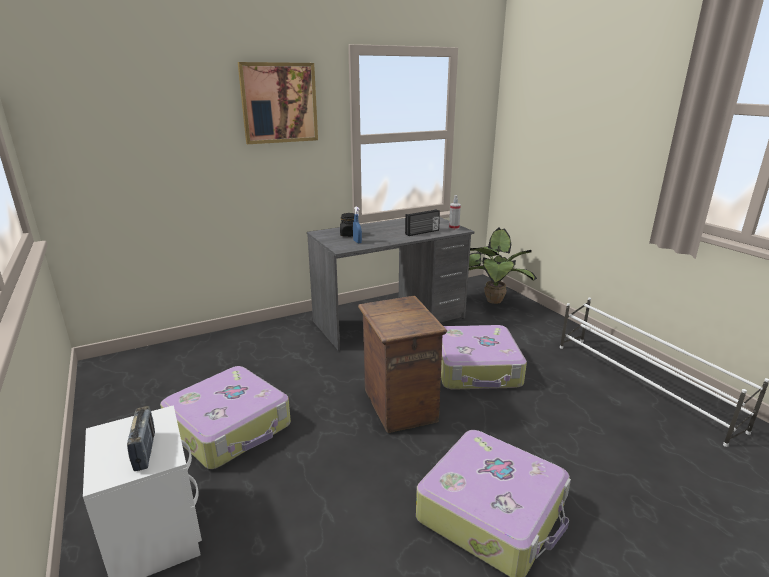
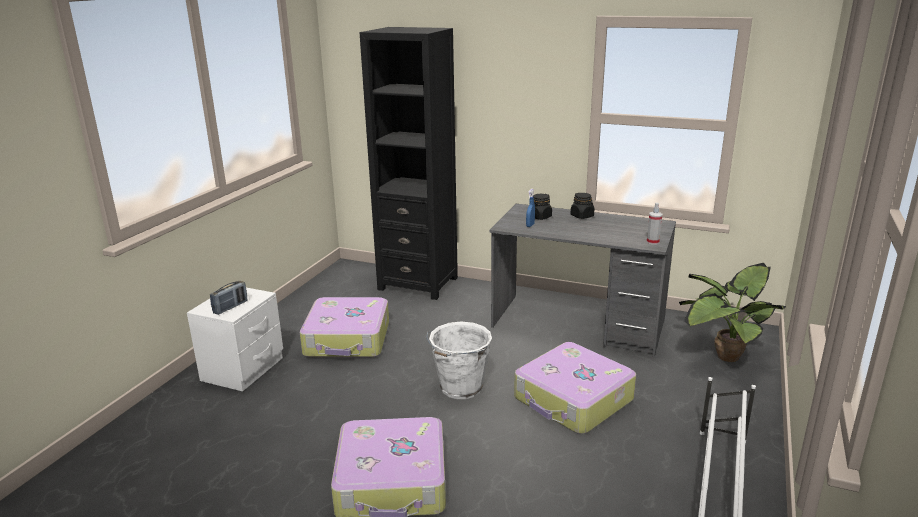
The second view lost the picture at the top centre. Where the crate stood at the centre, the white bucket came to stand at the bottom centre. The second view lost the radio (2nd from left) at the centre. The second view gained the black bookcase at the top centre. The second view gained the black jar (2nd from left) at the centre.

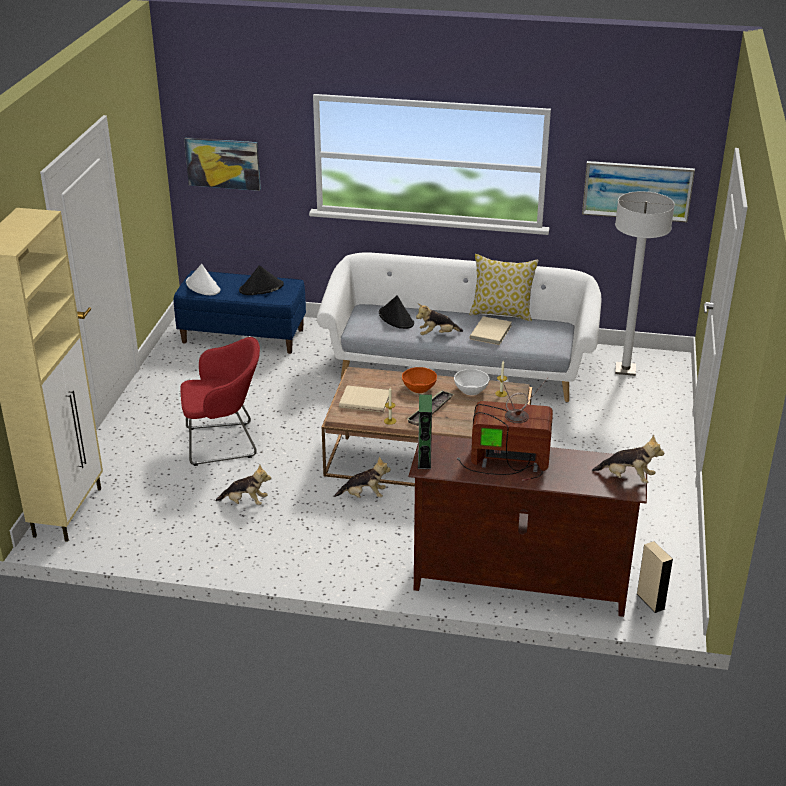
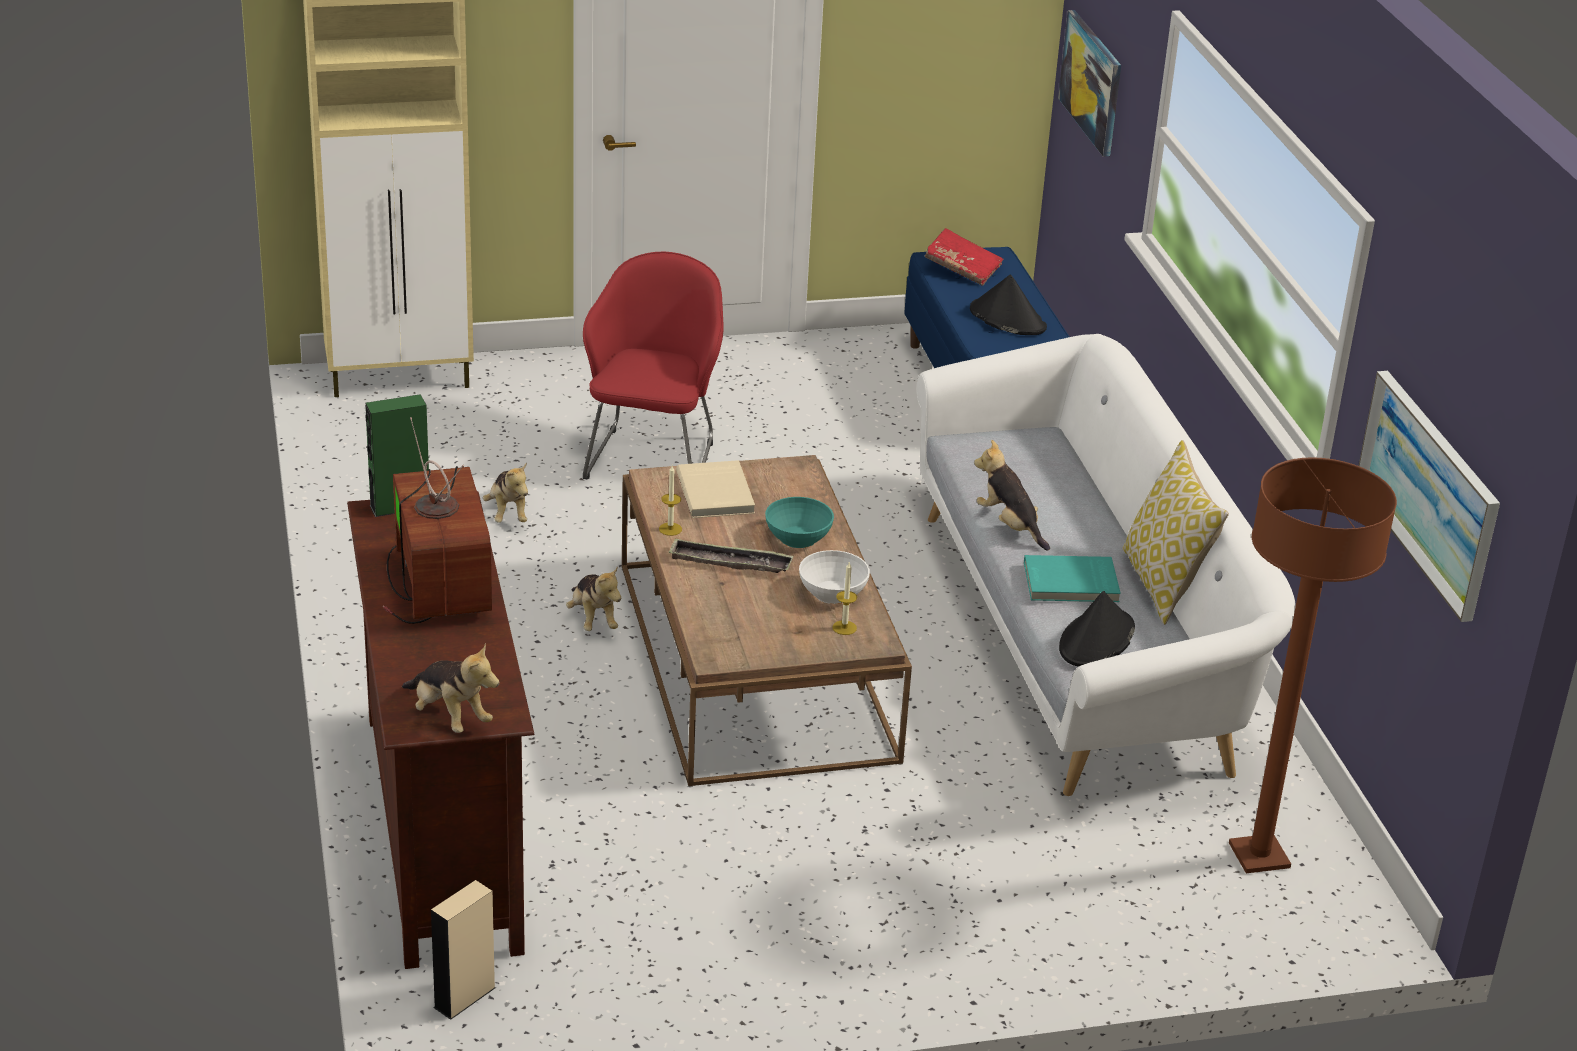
The red armchair at the middle left ended up facing another way, 135 degrees counterclockwise from before. Where the white hat stood at the middle left, the red book came to stand at the top centre. The black hat (2nd from left) ended up elsewhere, having gone from the centre to the middle right. What was the orange bowl at the centre turned into the turquoise bowl at the centre. What was the beige book (2nd from left) at the centre turned into the turquoise book at the middle right. The plush toy (4th from left in the first image) at the middle right ended up facing another way, 45 degrees counterclockwise from before. What was the white floor lamp at the middle right turned into the brown floor lamp at the middle right.

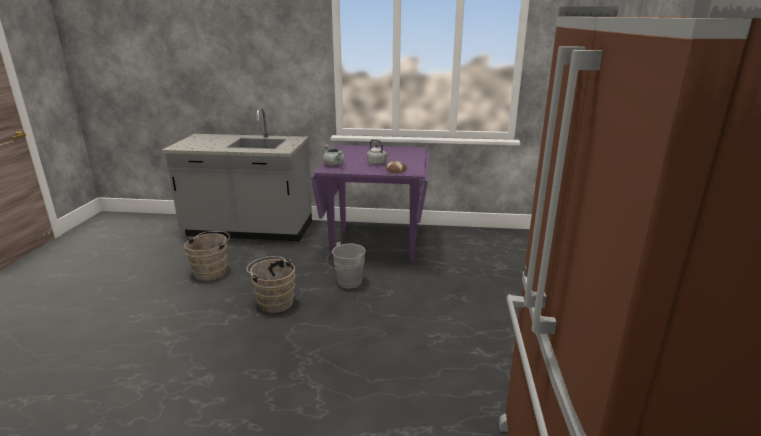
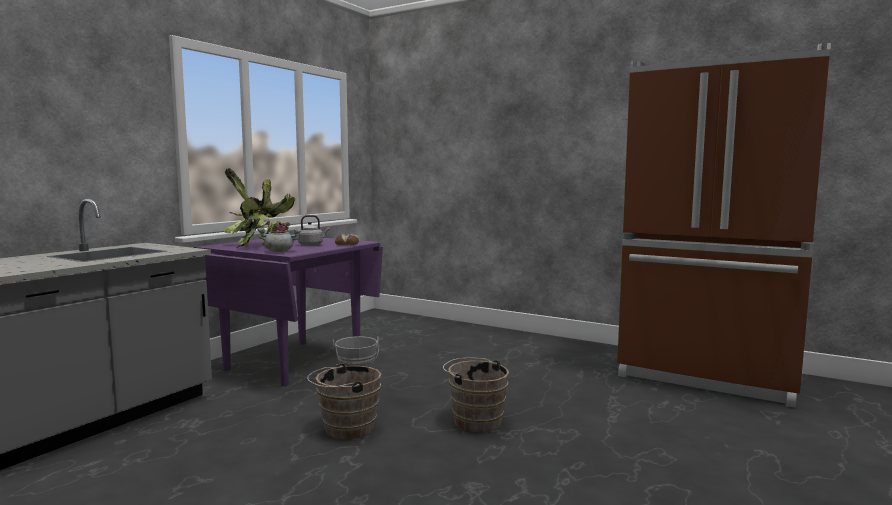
The brown bucket (1st from left in the first image) ended up elsewhere, having gone from the middle left to the bottom centre. The second view gained the potted plant at the middle left.

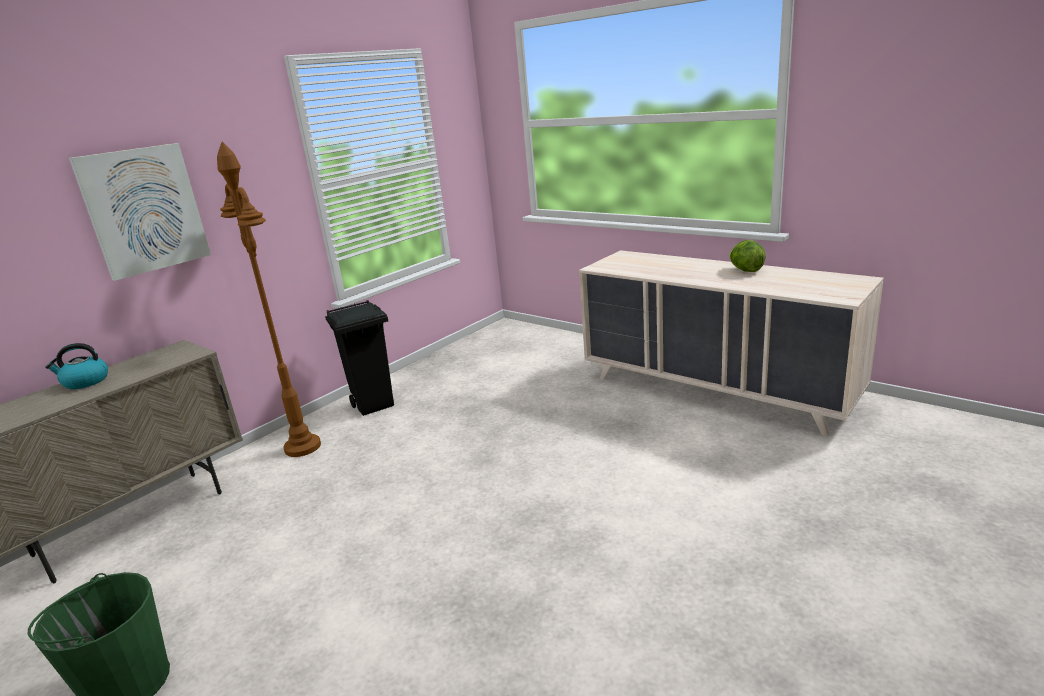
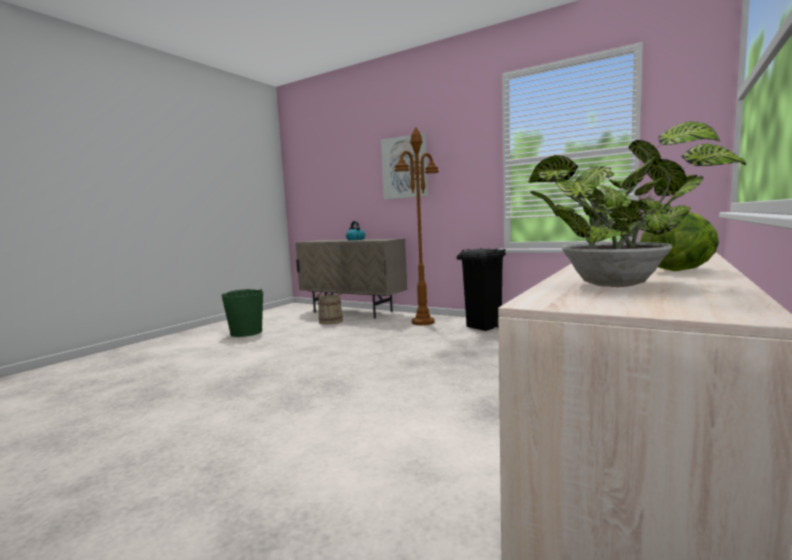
The second view gained the beige bucket at the centre. The second view gained the potted plant at the middle right.

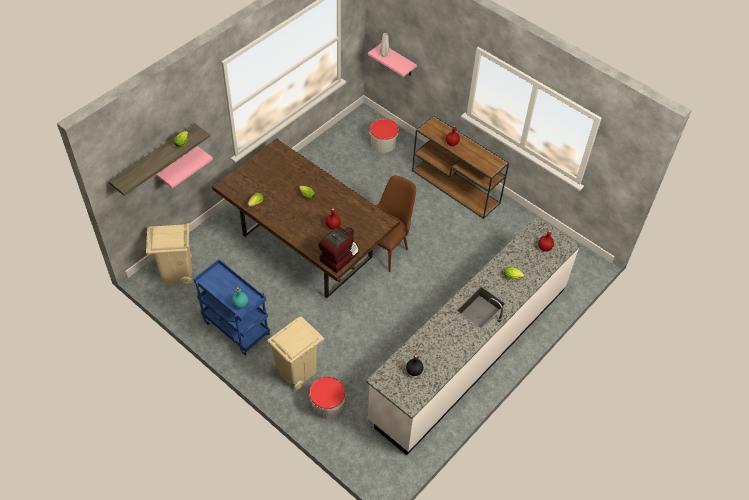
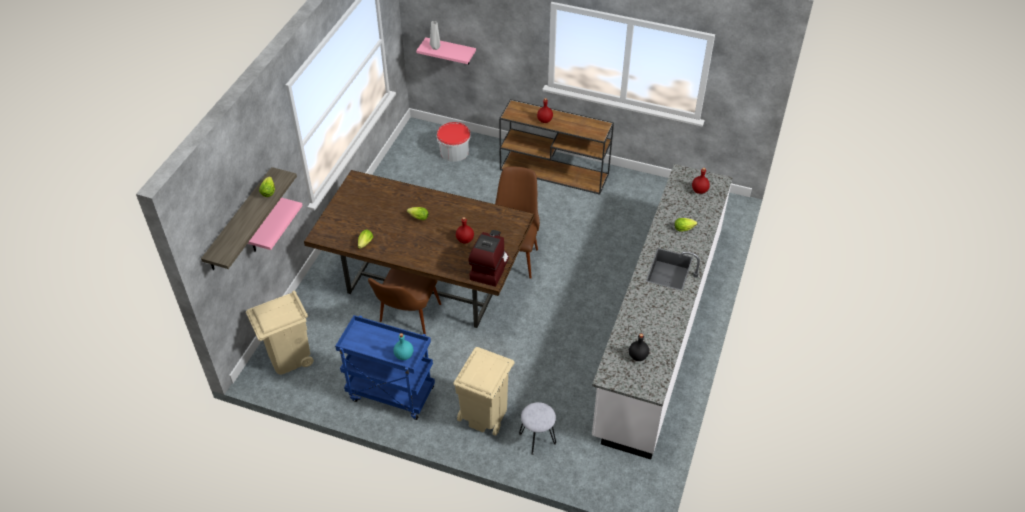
Where the bucket (1st from left) stood at the bottom centre, the grey stool came to stand at the bottom centre. The second view gained the brown chair (1st from left) at the centre.

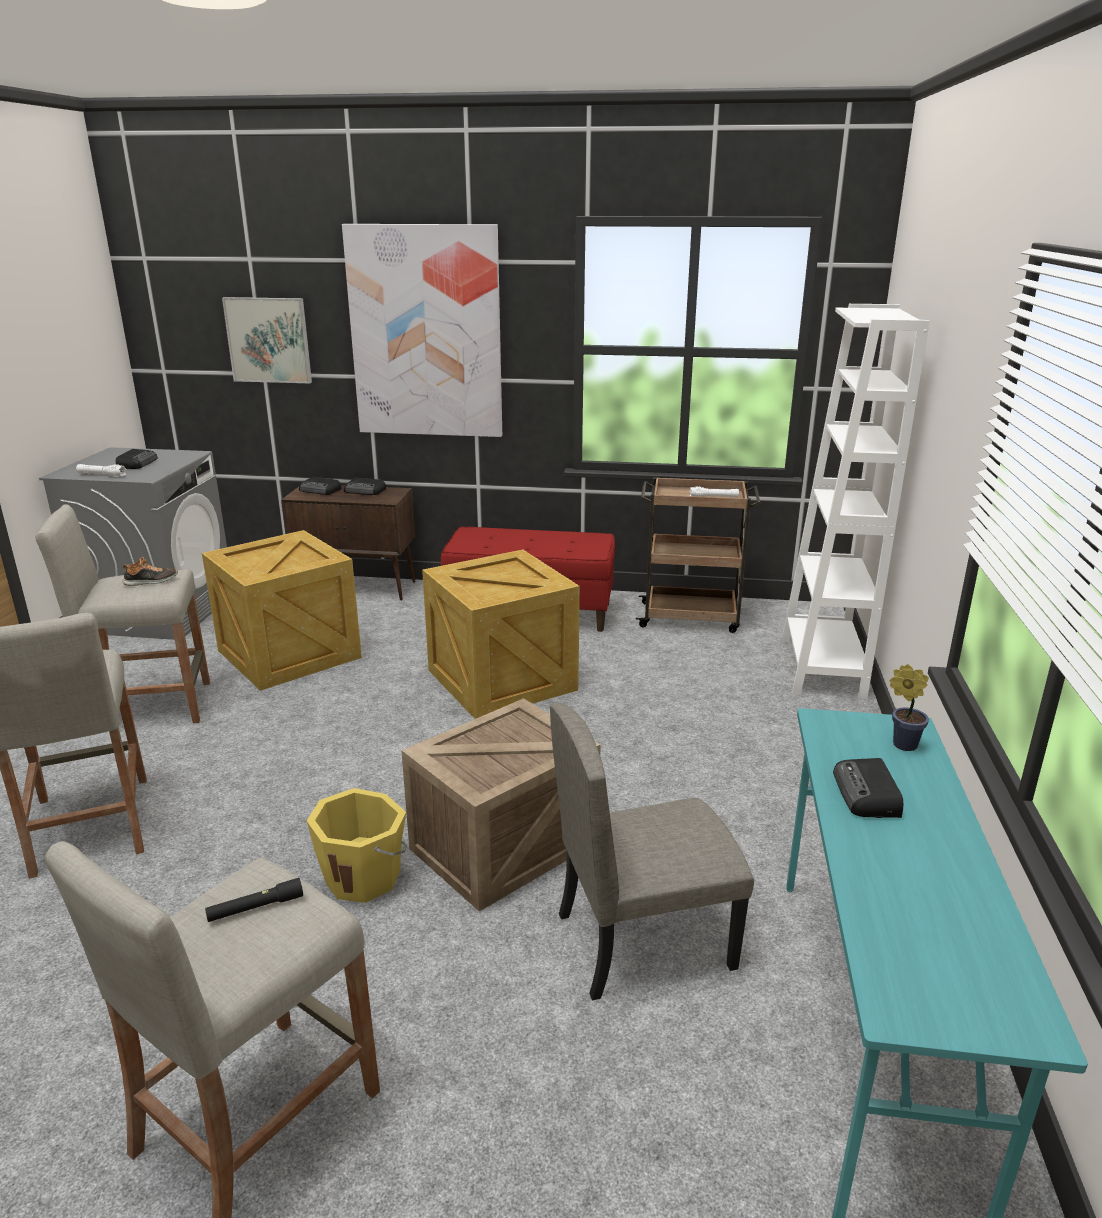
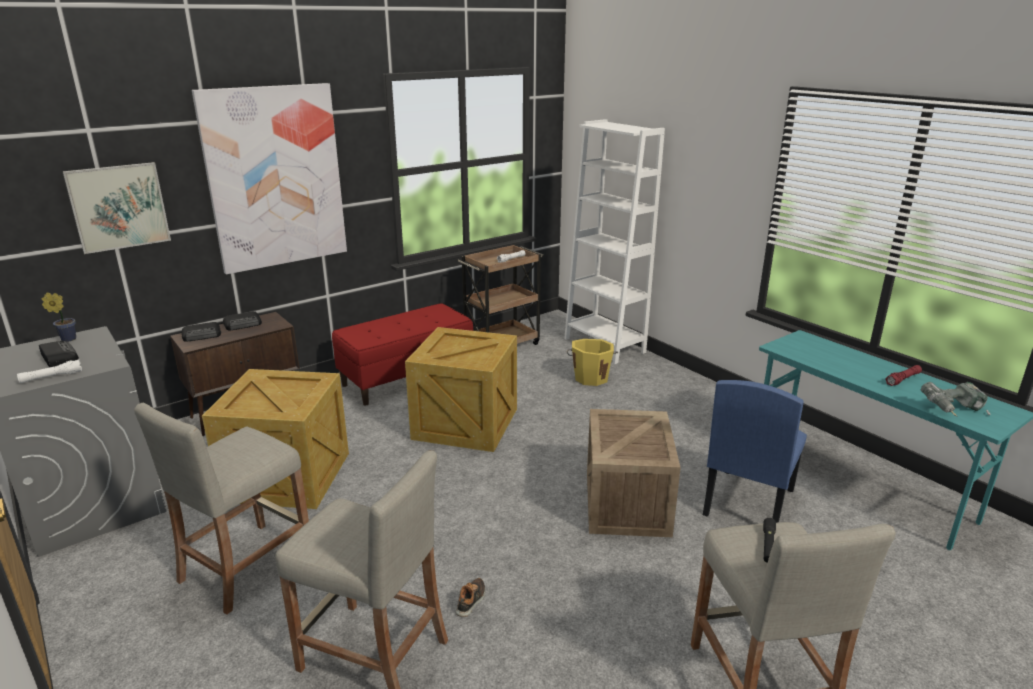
The shoe ended up elsewhere, having gone from the middle left to the bottom centre. The yellow bucket ended up elsewhere, having gone from the bottom left to the centre. What was the beige chair at the bottom centre turned into the blue chair at the middle right. The second view lost the radio (4th from left) at the middle right. The potted plant ended up elsewhere, having gone from the middle right to the middle left. The second view gained the red flashlight at the middle right. The second view gained the power drill at the middle right.

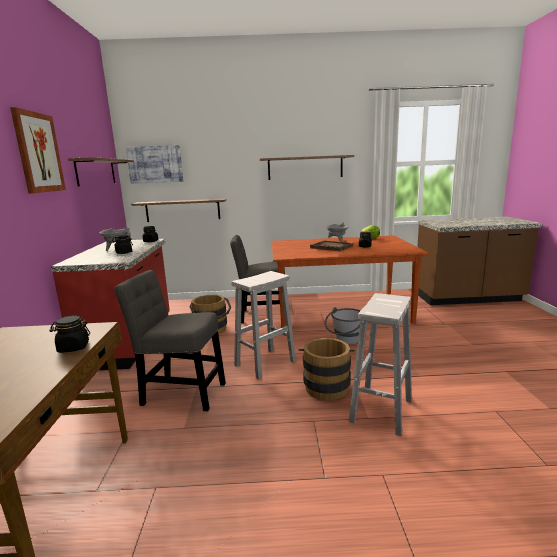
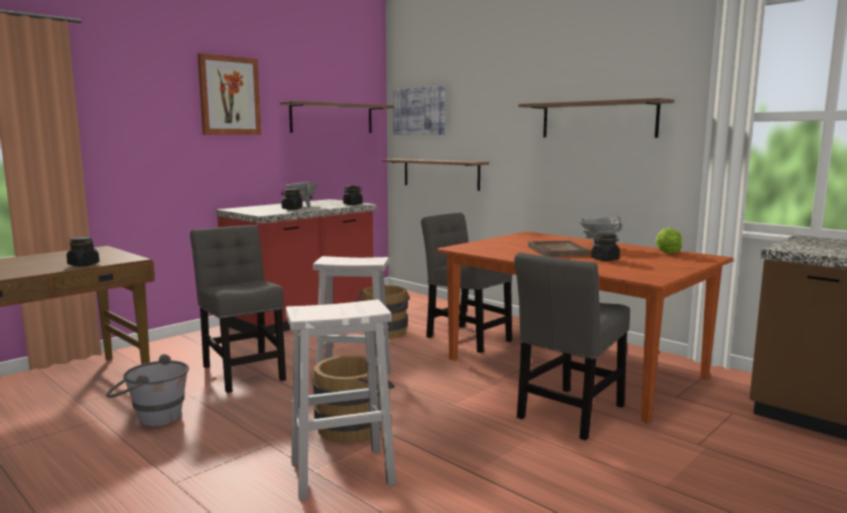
The grey bucket ended up elsewhere, having gone from the centre to the bottom left. The second view gained the grey chair (3rd from left) at the bottom right.

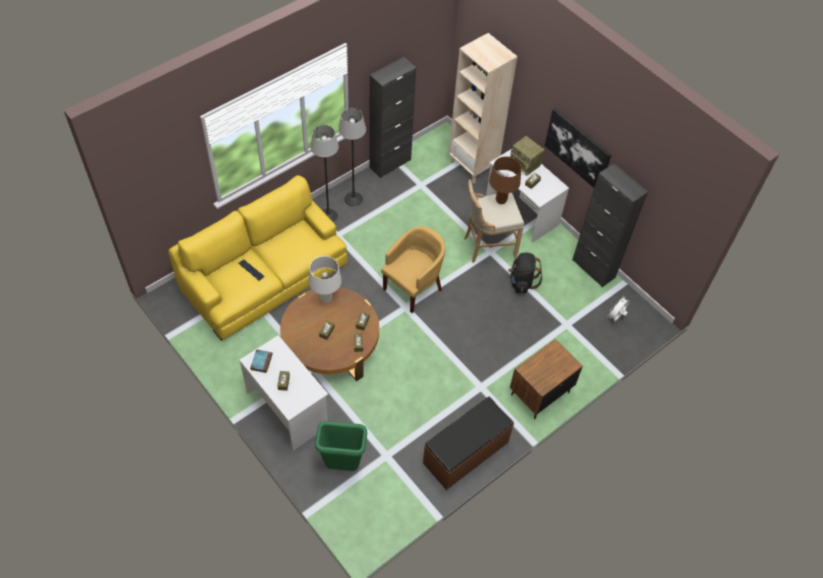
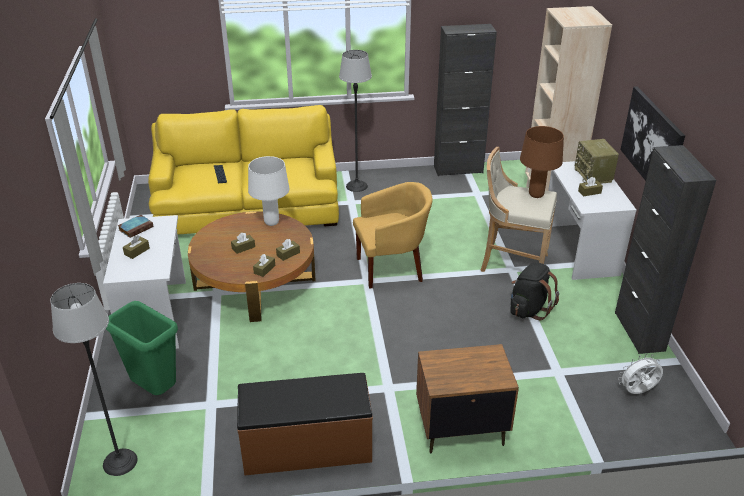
The floor lamp (2nd from left in the first image) ended up elsewhere, having gone from the top centre to the bottom left.

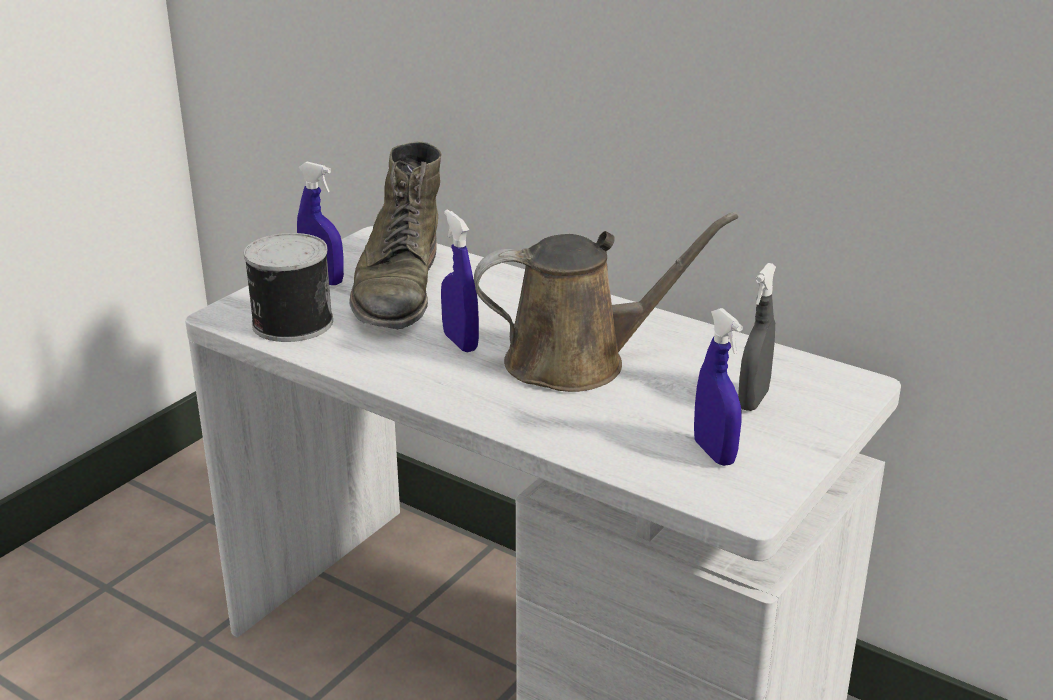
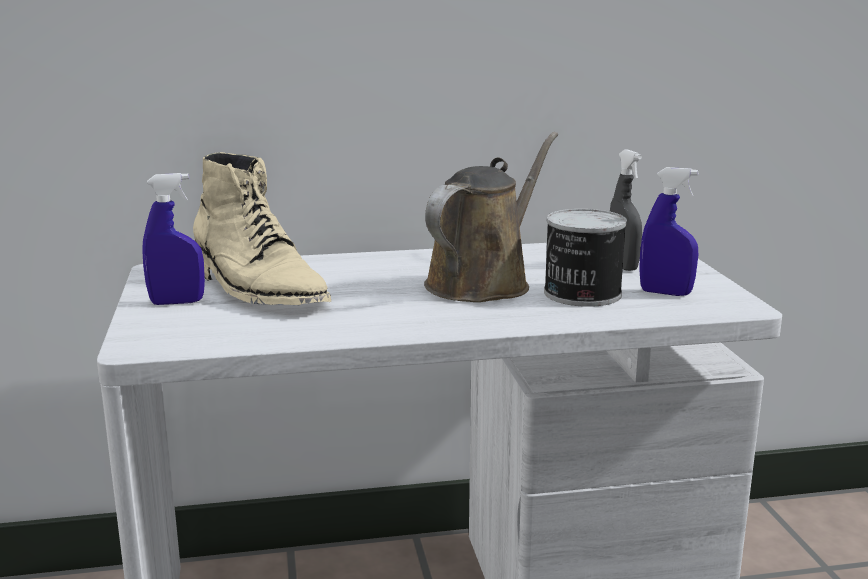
The can ended up elsewhere, having gone from the middle left to the middle right. What was the green boot at the centre turned into the beige boot at the middle left. The second view lost the blue spray bottle (2nd from left) at the centre.

